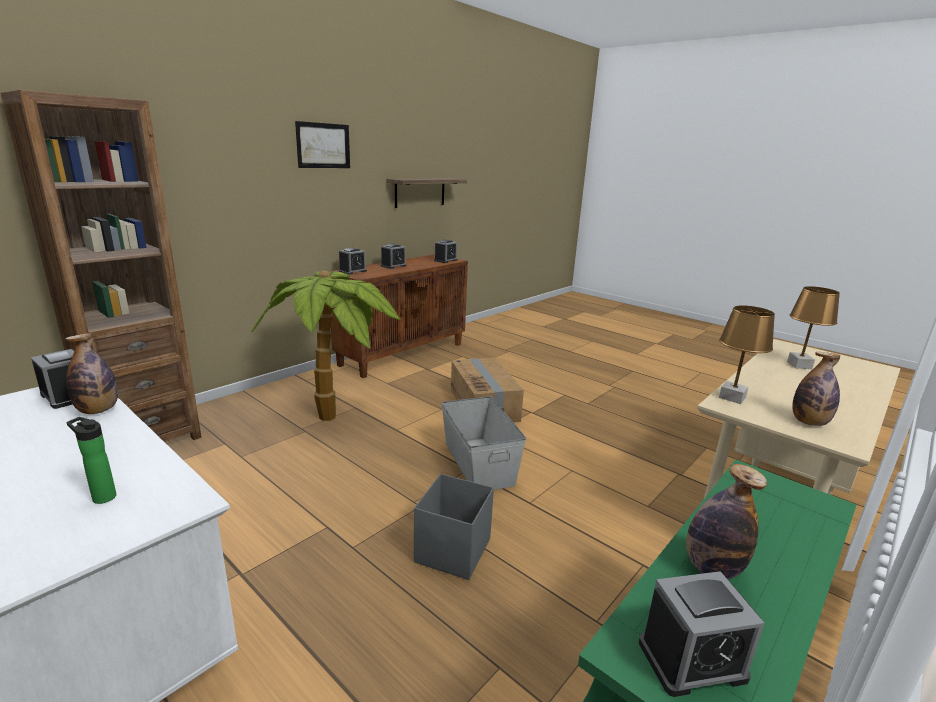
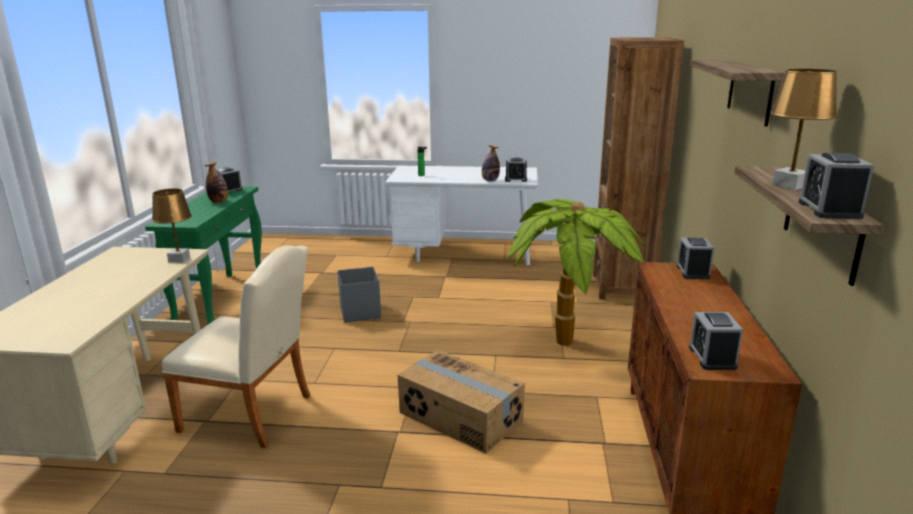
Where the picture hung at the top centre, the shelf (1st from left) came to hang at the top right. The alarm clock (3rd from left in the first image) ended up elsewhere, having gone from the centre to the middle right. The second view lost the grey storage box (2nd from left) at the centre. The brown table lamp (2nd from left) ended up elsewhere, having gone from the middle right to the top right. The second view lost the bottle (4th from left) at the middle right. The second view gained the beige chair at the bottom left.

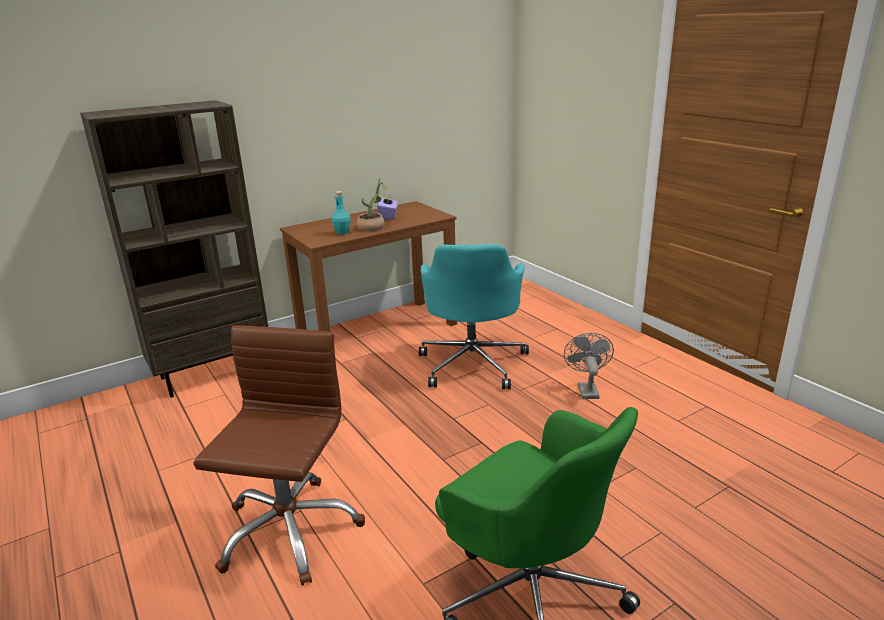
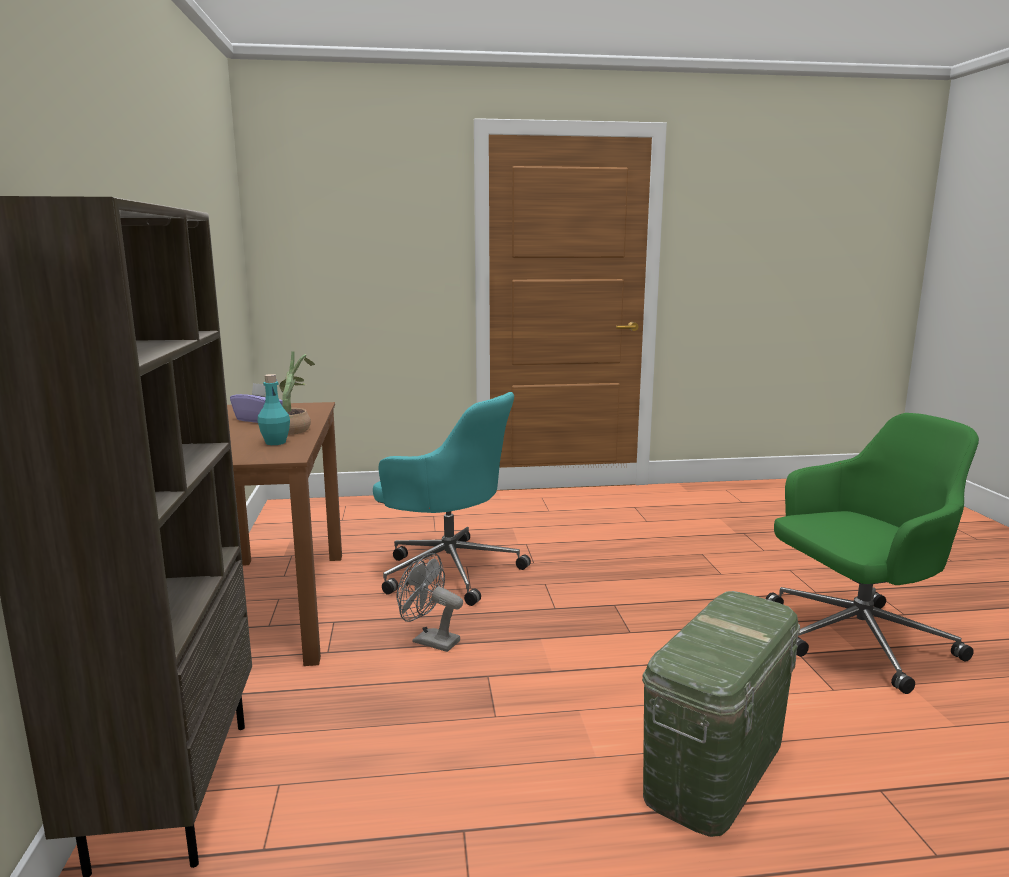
Where the brown office chair stood at the bottom left, the green storage box came to stand at the bottom right. The grey fan ended up elsewhere, having gone from the centre to the bottom centre.

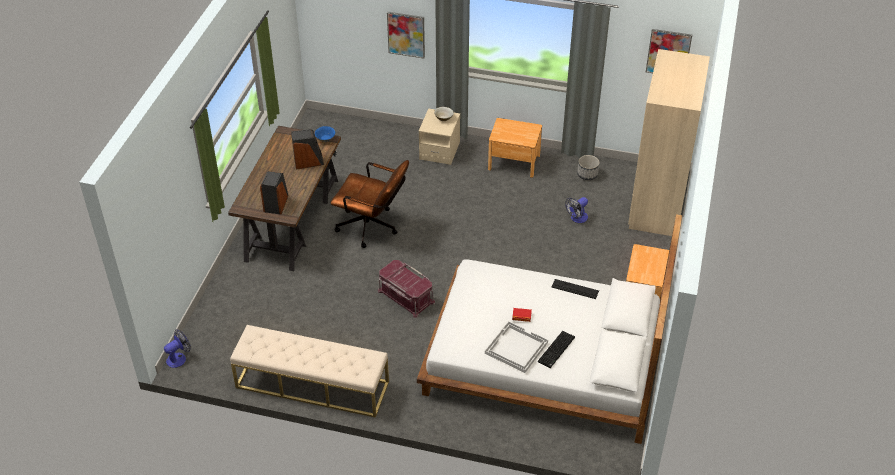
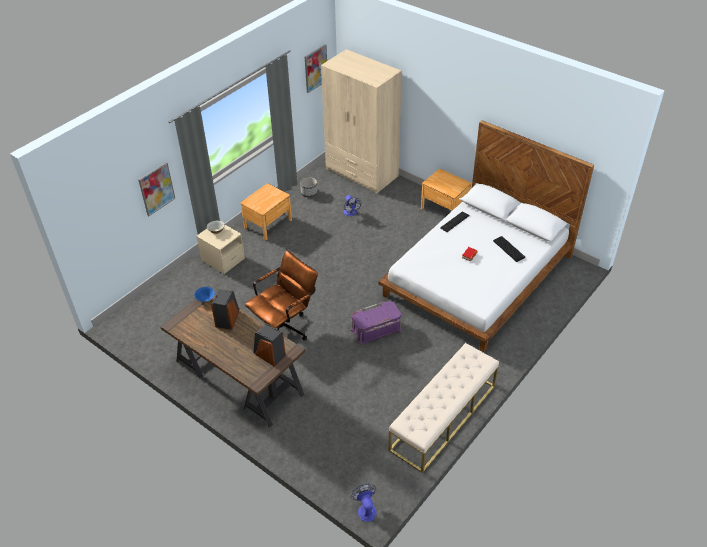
What was the red storage box at the centre turned into the purple storage box at the centre. The second view lost the white tray at the bottom centre.

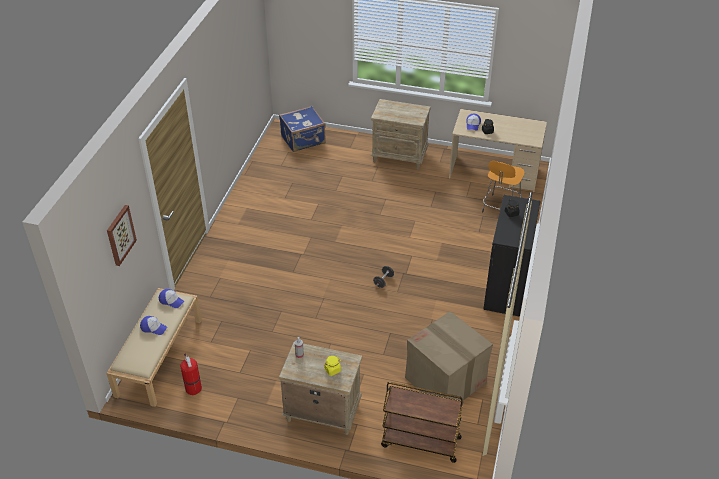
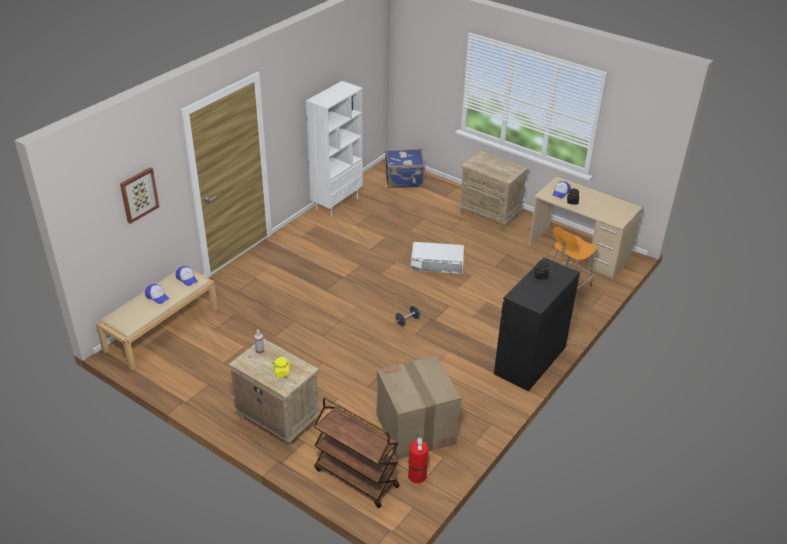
The fire extinguisher ended up elsewhere, having gone from the bottom left to the bottom centre. The second view gained the white bookcase at the top centre. The second view gained the white storage box at the centre.

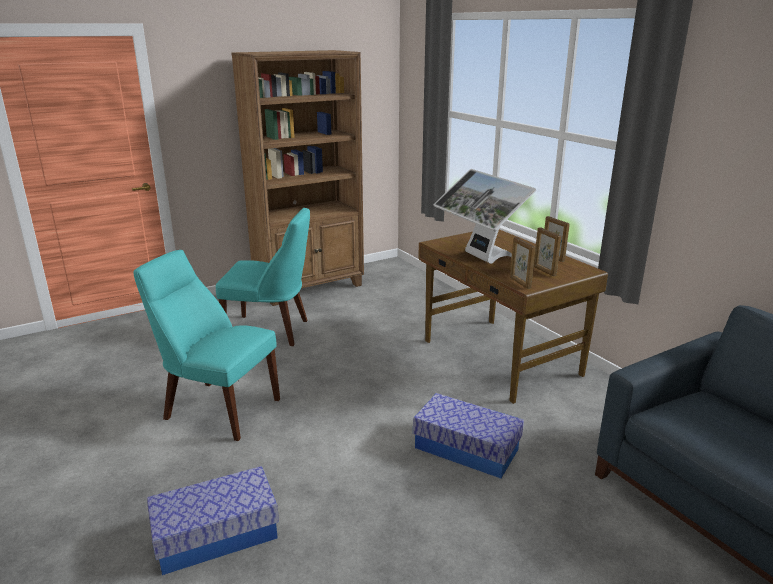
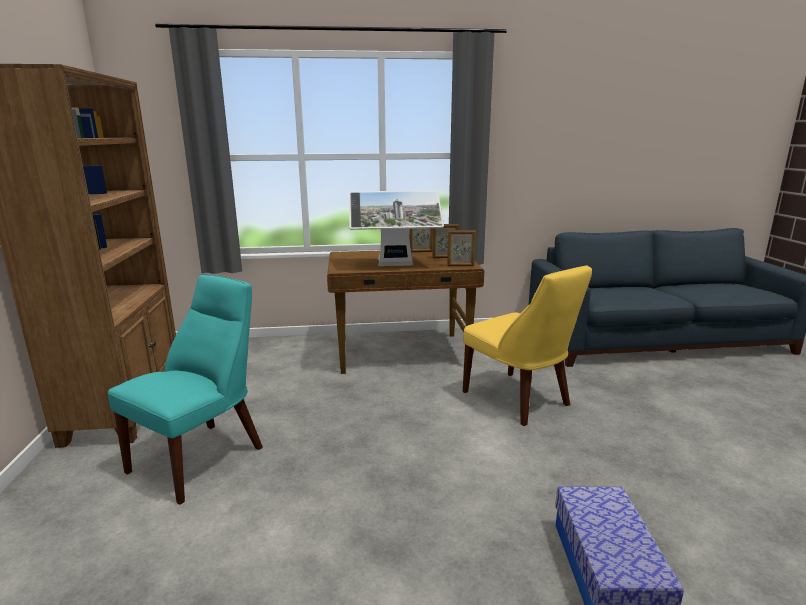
The second view lost the turquoise chair (1st from left) at the middle left. Where the storage box (2nd from left) stood at the bottom centre, the yellow chair came to stand at the centre.

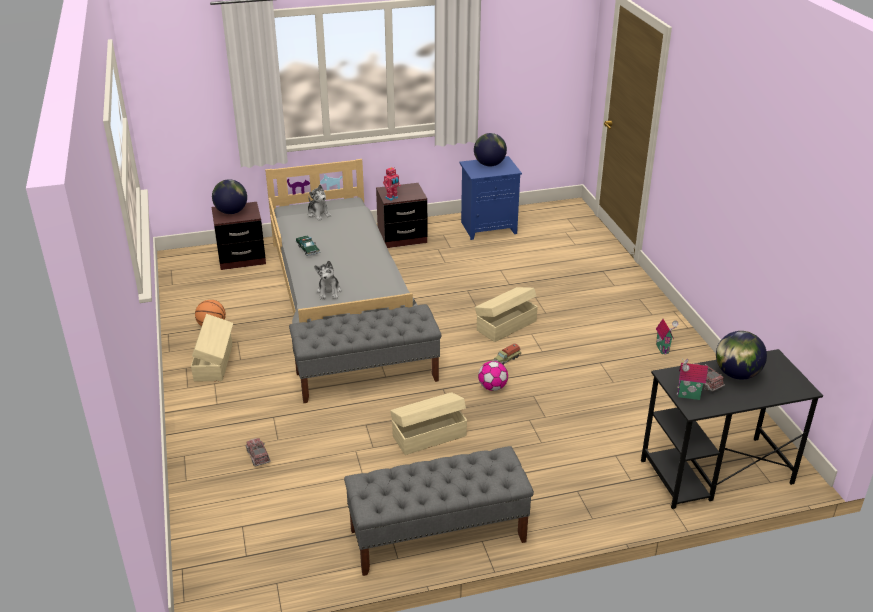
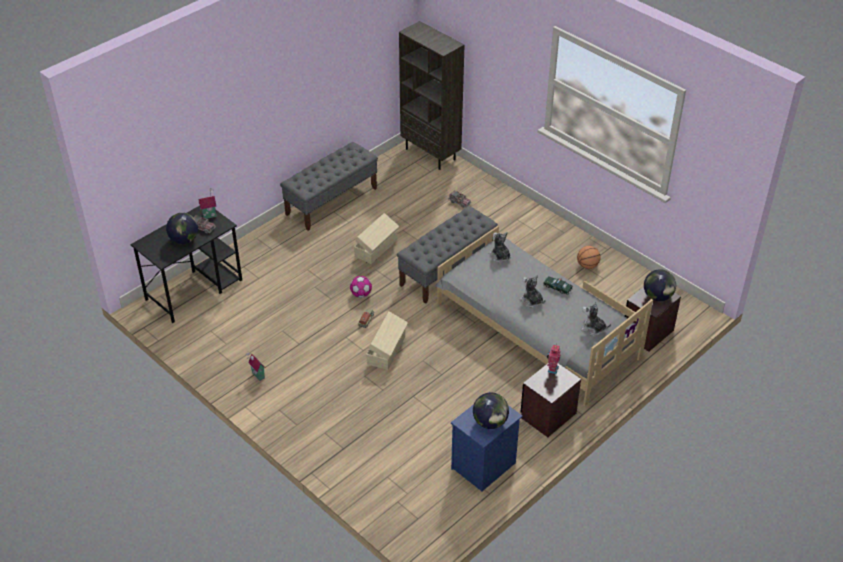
The second view lost the beige storage box (1st from left) at the middle left. The second view gained the brown bookcase at the top centre. The second view gained the plush toy (2nd from left) at the centre.

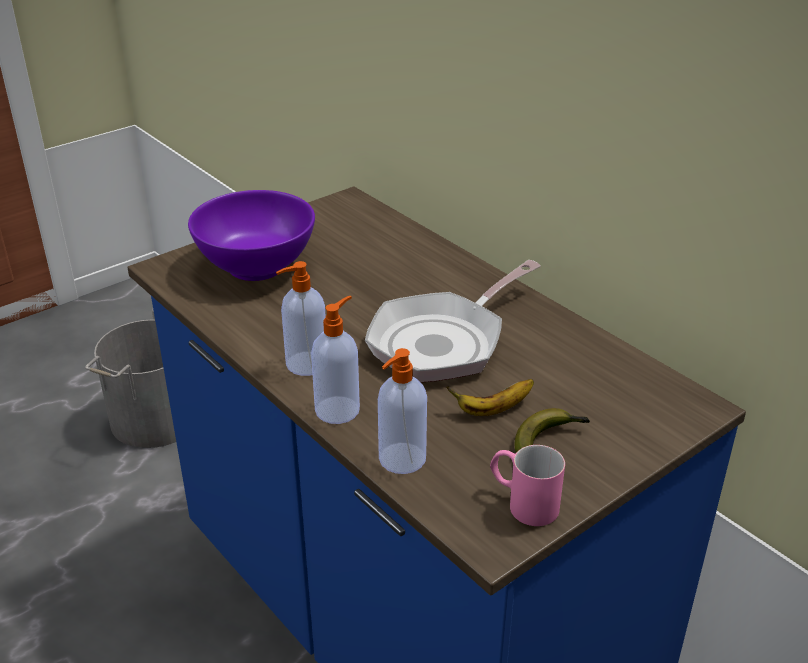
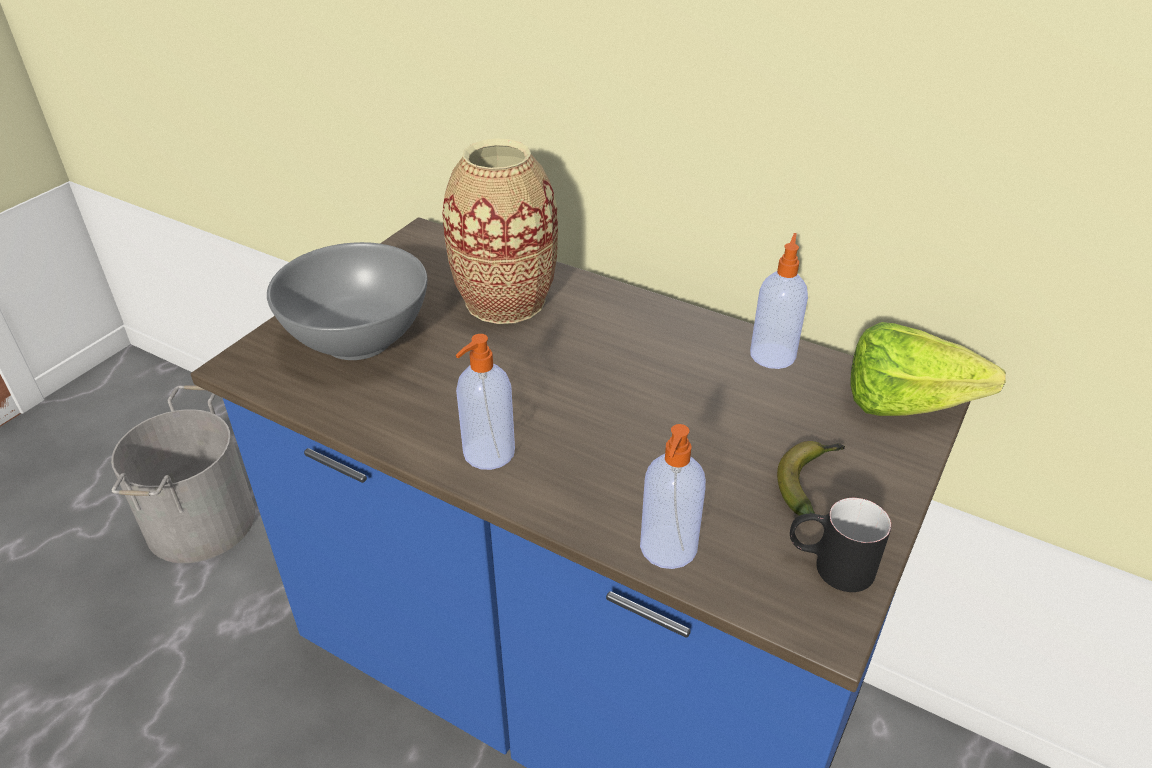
What was the purple bowl at the middle left turned into the grey bowl at the middle left. The soap dispenser (2nd from left in the first image) ended up elsewhere, having gone from the centre to the middle right. The second view lost the frying pan at the centre. The second view lost the banana (1st from left) at the centre. What was the pink mug at the bottom centre turned into the black mug at the bottom right. The second view gained the vase at the top centre. The second view gained the lettuce at the middle right.

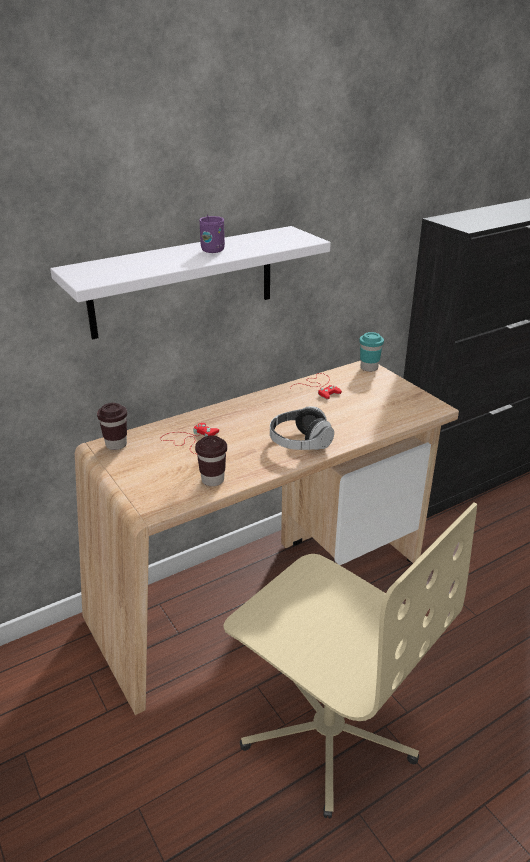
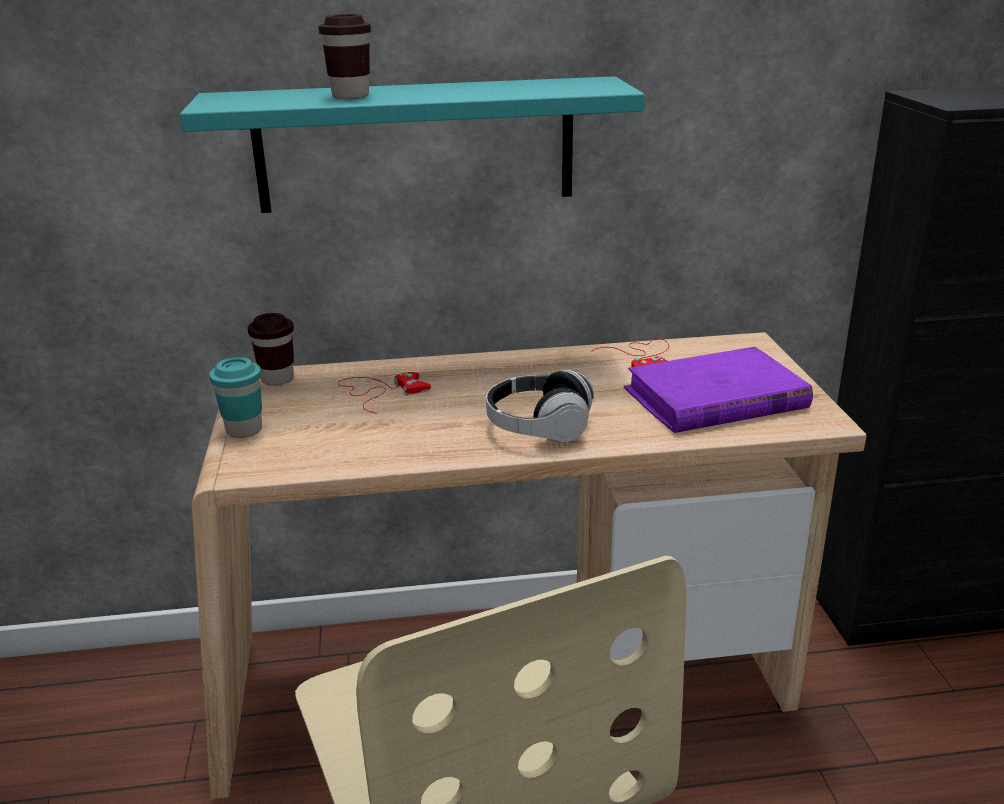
What was the white shelf at the top centre turned into the turquoise shelf at the top centre. The brown cup (2nd from left) ended up elsewhere, having gone from the centre to the top centre. The second view lost the purple mug at the top centre. The turquoise cup ended up elsewhere, having gone from the middle right to the middle left. The second view gained the purple book at the middle right.

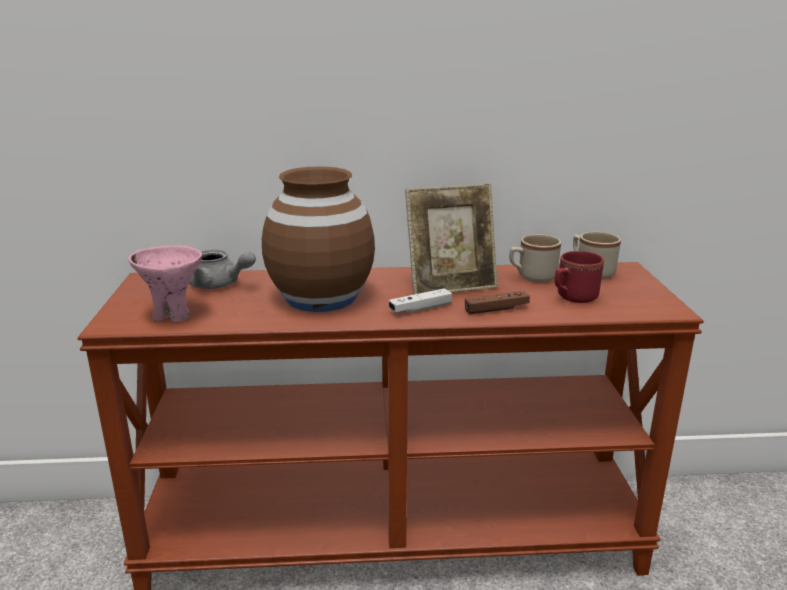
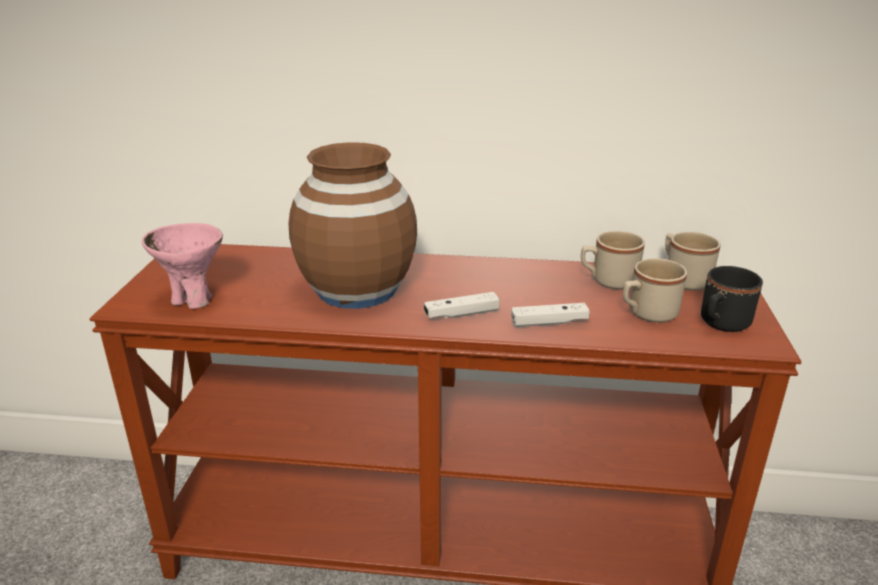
The second view lost the grey teapot at the middle left. The second view lost the picture frame at the centre. What was the brown game controller at the centre turned into the white game controller (2nd from left) at the centre. What was the red mug at the middle right turned into the beige mug (2nd from left) at the middle right. The second view gained the black mug at the middle right.

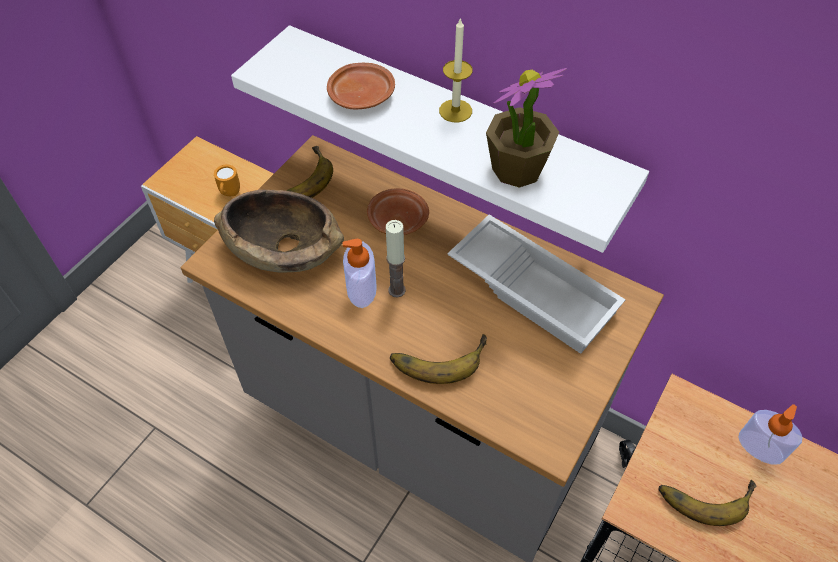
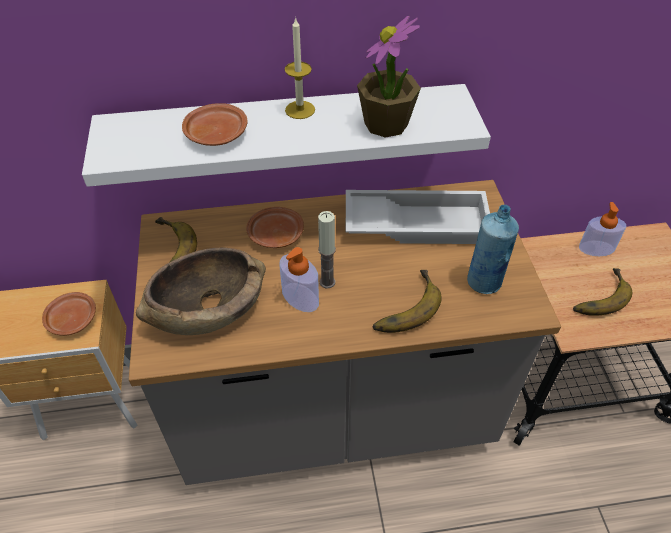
Where the orange mug stood at the top left, the brown plate (1st from left) came to stand at the middle left. The second view gained the blue bottle at the middle right.

